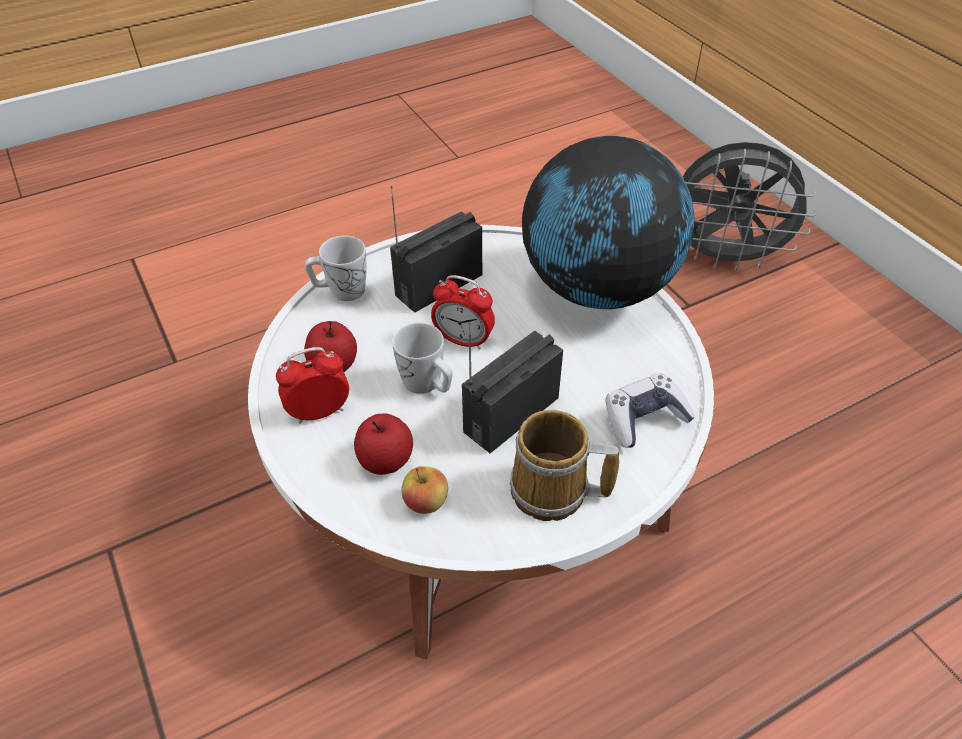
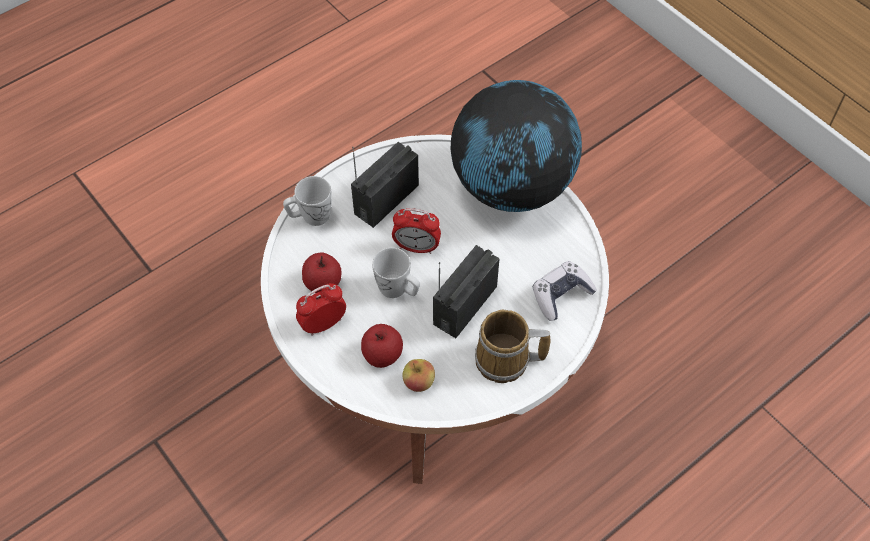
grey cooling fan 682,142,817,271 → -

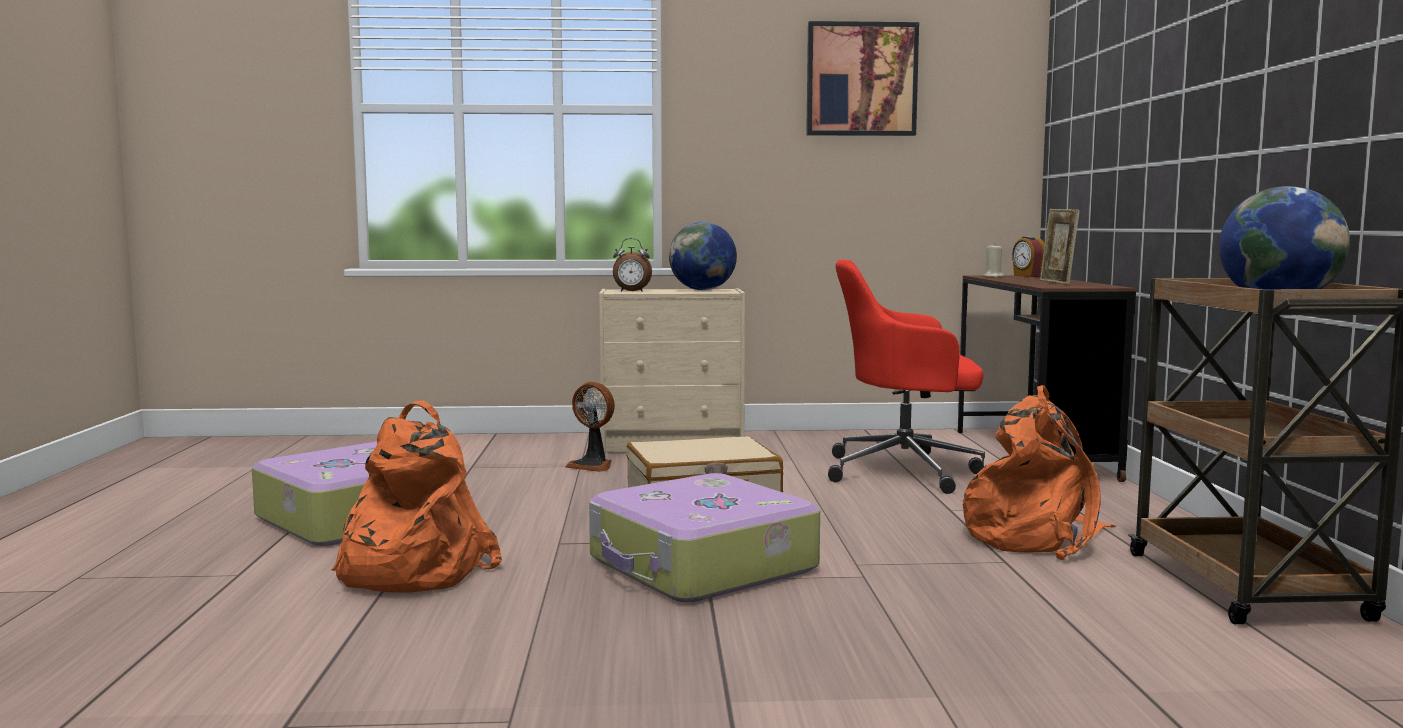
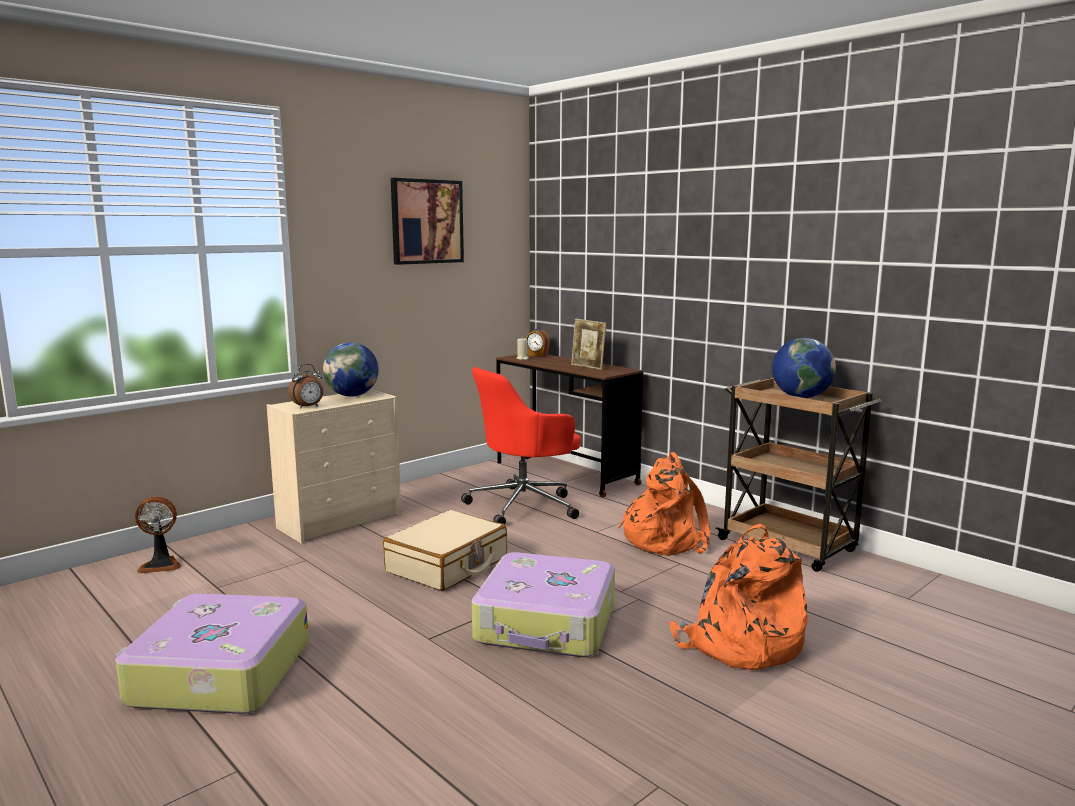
cooling fan 565,382,615,472 → cooling fan 135,497,181,573, move
orange-coloured knapsack 332,400,502,593 → orange-coloured knapsack 669,524,808,670, move

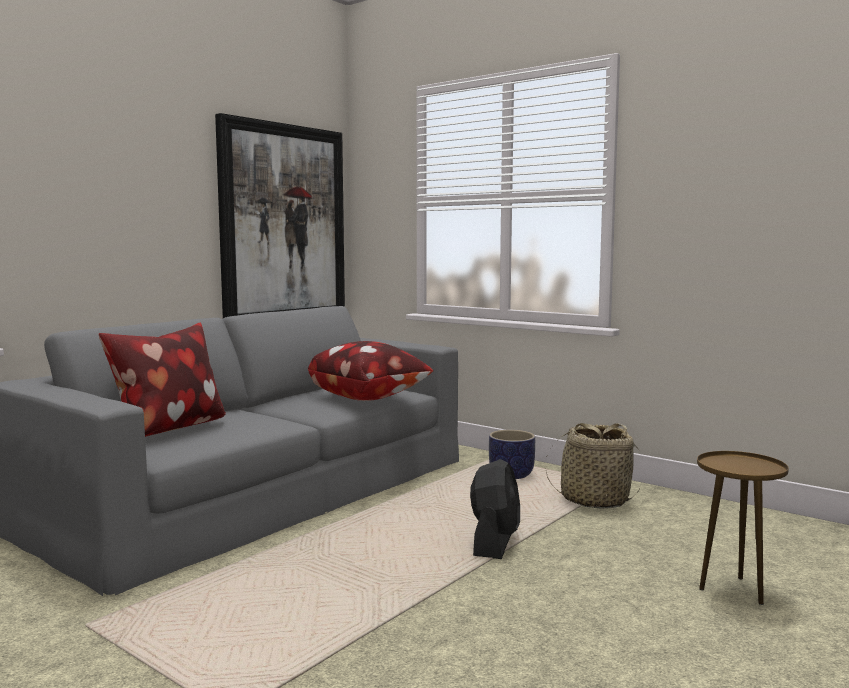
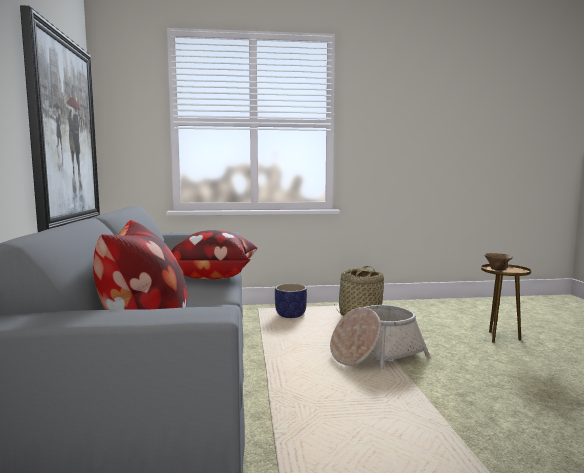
black cooling fan 470,459,520,559 → household basket 330,305,430,369
- → brown bowl 484,253,513,270

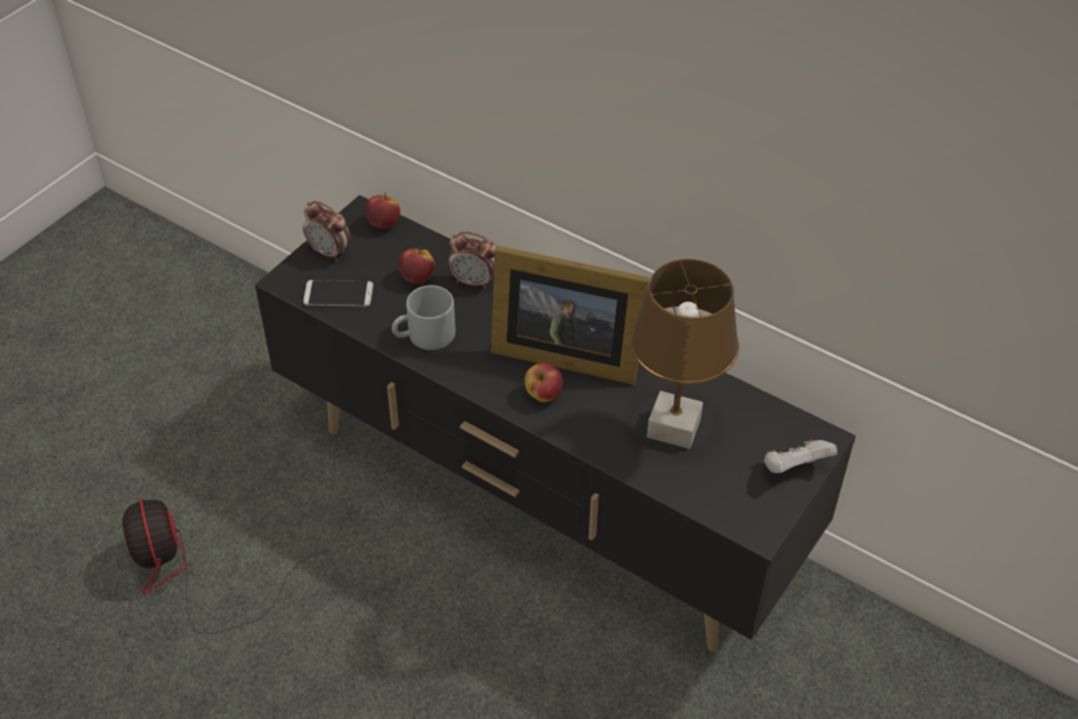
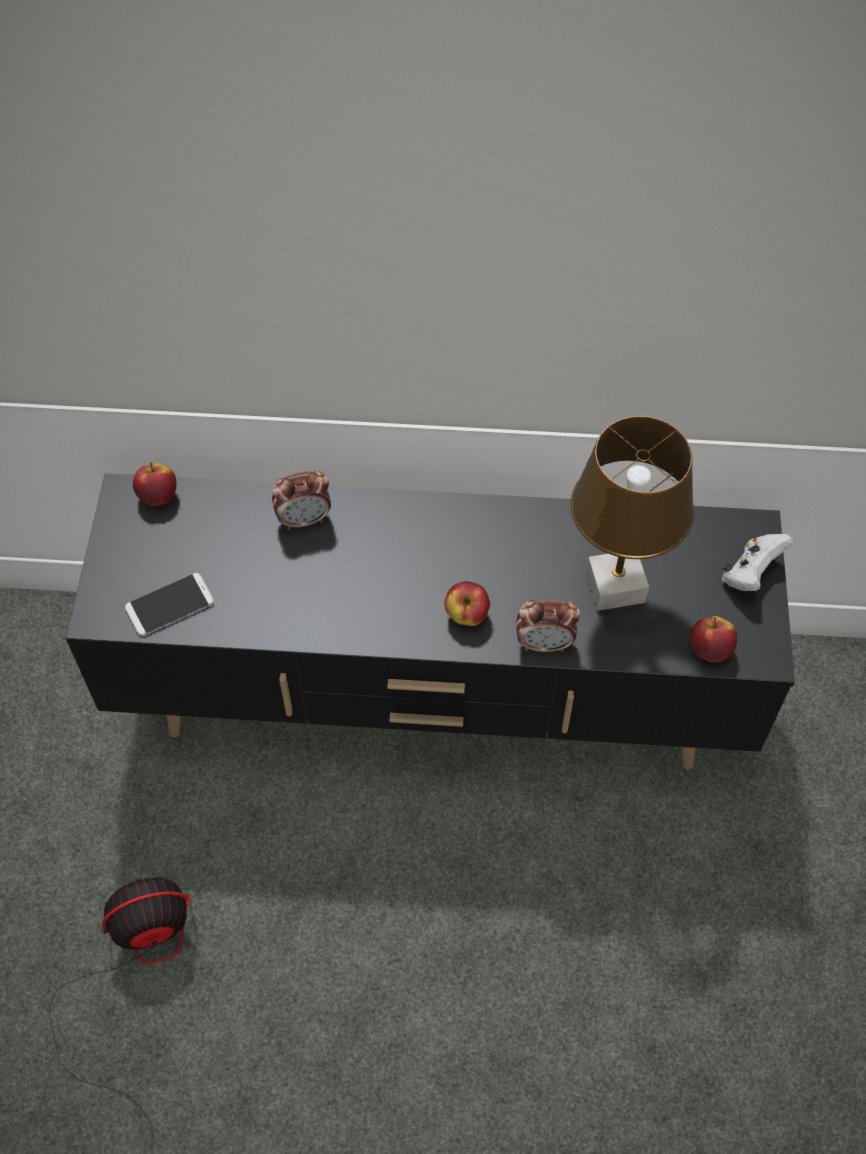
alarm clock 303,201,351,261 → alarm clock 516,600,580,652, move
picture frame 490,246,649,385 → -
apple fruit 398,247,435,284 → apple fruit 691,616,737,662, move
grey tea mug 392,285,455,350 → -
cooling fan 123,498,330,634 → cooling fan 48,877,191,1144, 120 degrees clockwise

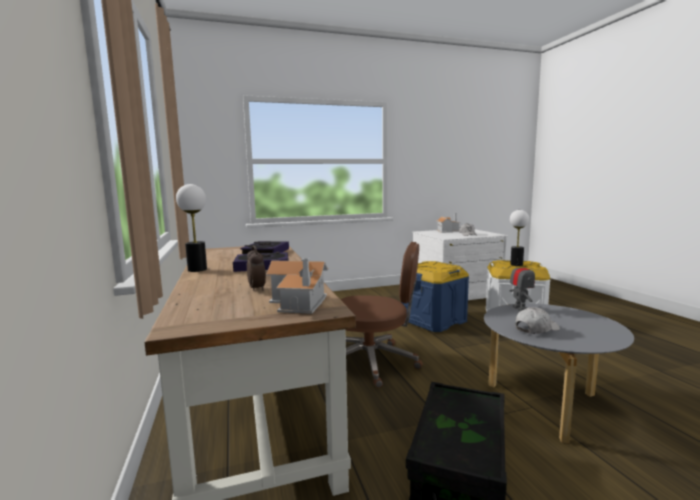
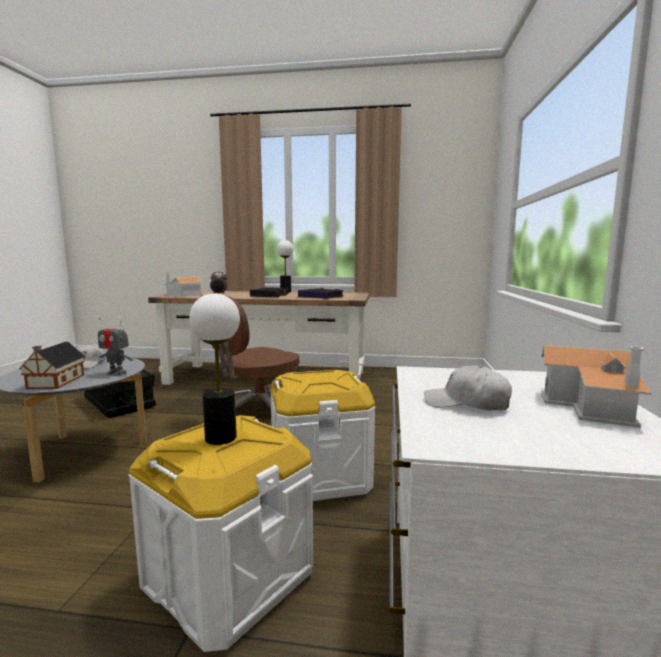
blue storage bin 401,261,469,332 → white-coloured storage bin 270,370,376,501
- → toy house 19,342,85,389

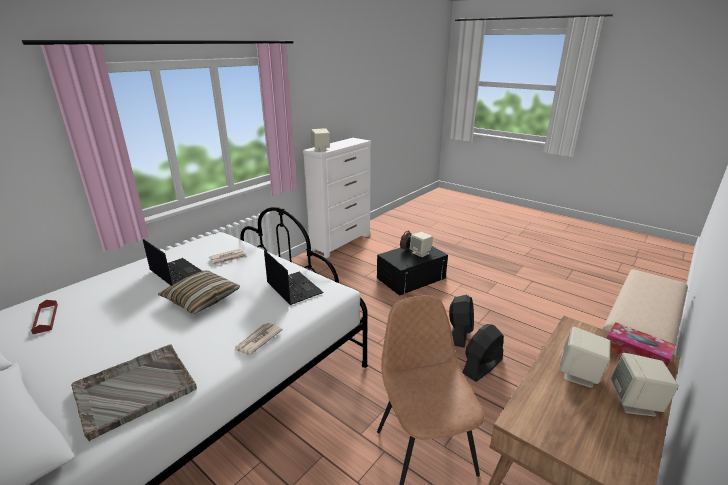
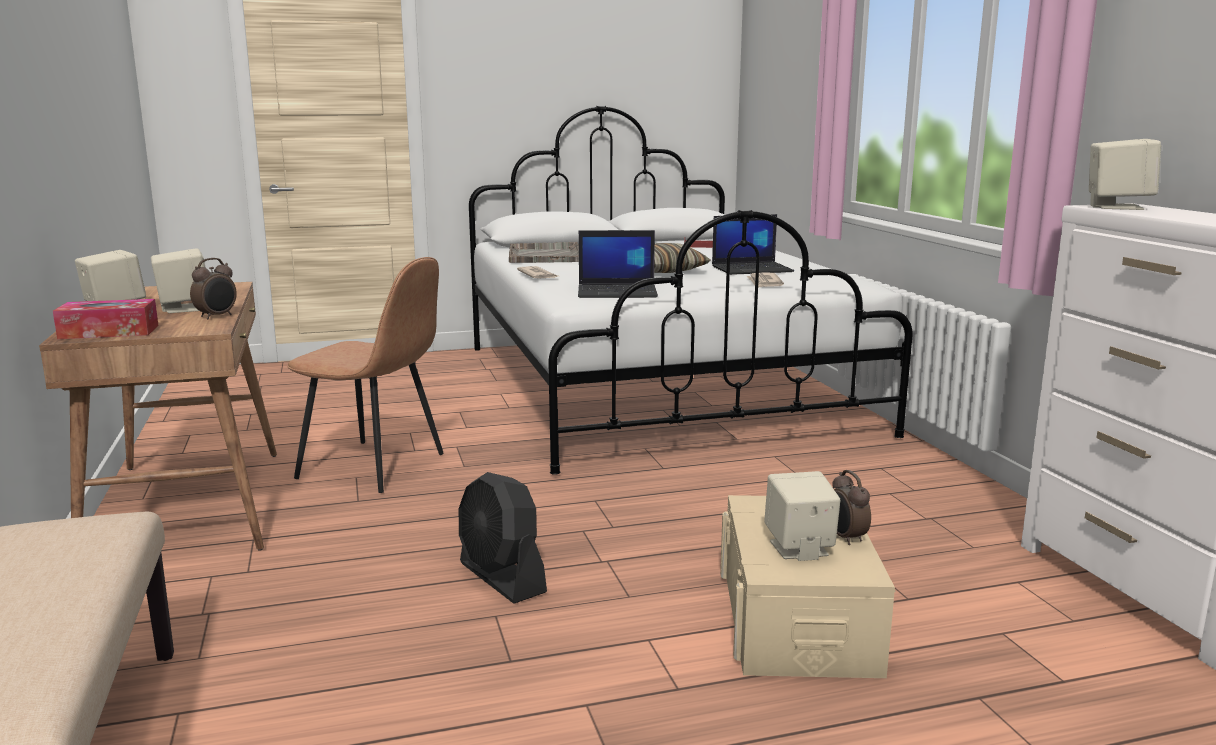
black storage bin 377,246,448,296 → sand-coloured storage bin 720,495,895,678
black cooling fan 462,324,504,382 → -
- → alarm clock 190,258,237,319

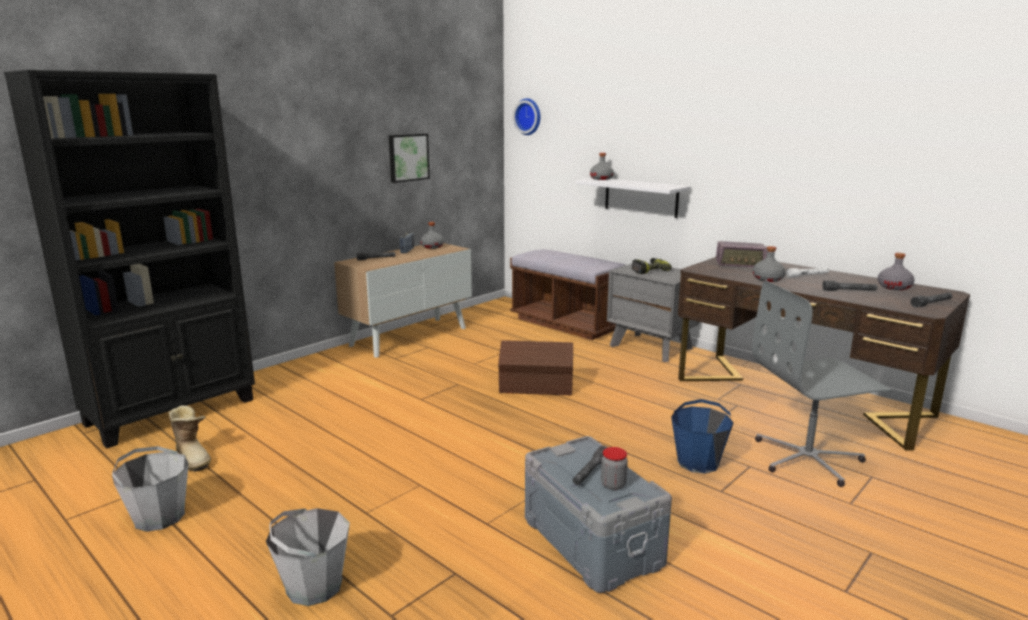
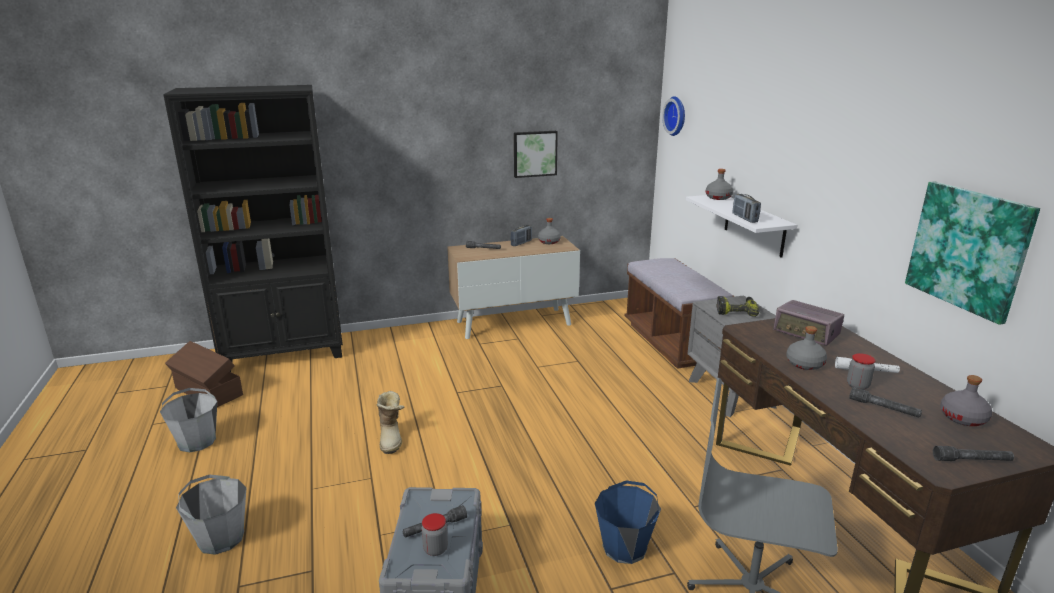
brown storage bin 498,340,573,395 → brown storage bin 165,341,243,407, move
high-top boot 168,405,211,472 → high-top boot 377,391,404,454, move
- → wall picture 905,181,1040,325
- → radio set 733,194,761,223
- → storage jar 847,353,876,390

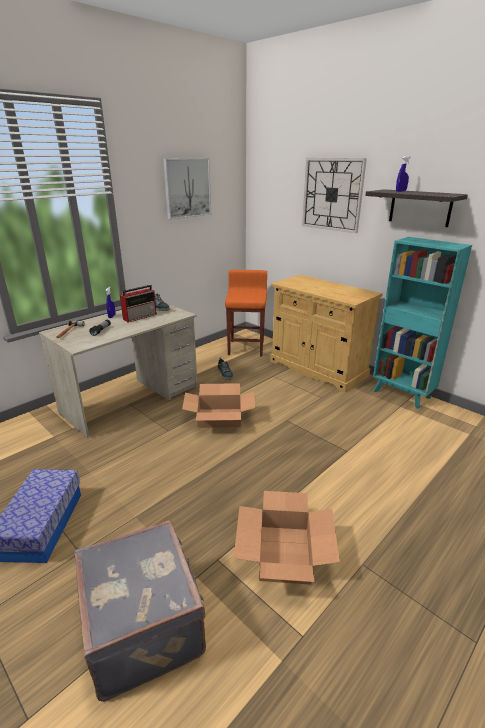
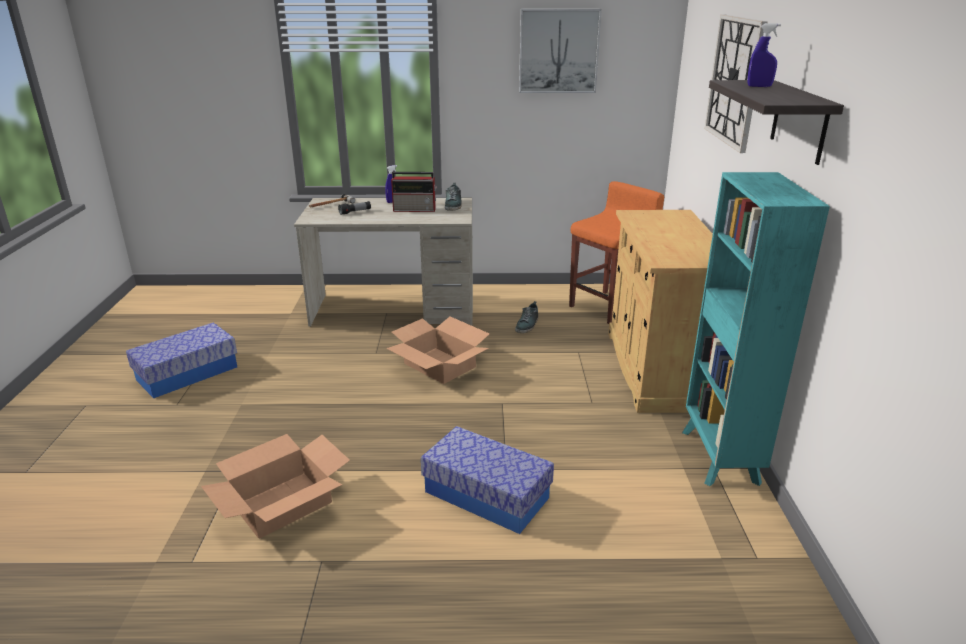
grey piece of luggage 75,520,206,702 → -
- → storage bin 421,426,554,534

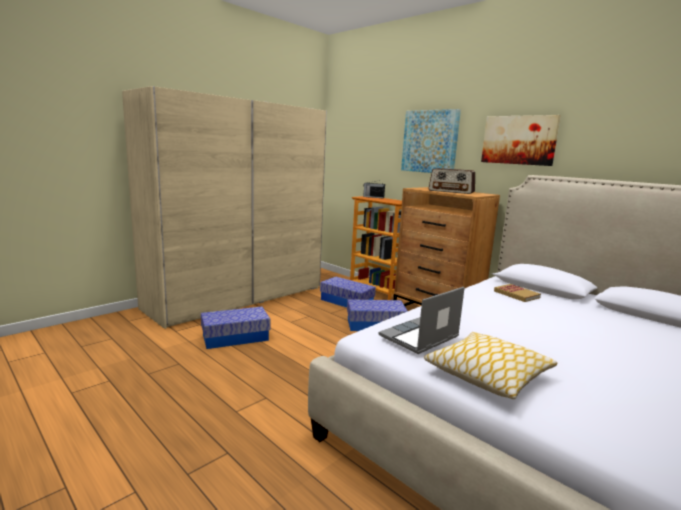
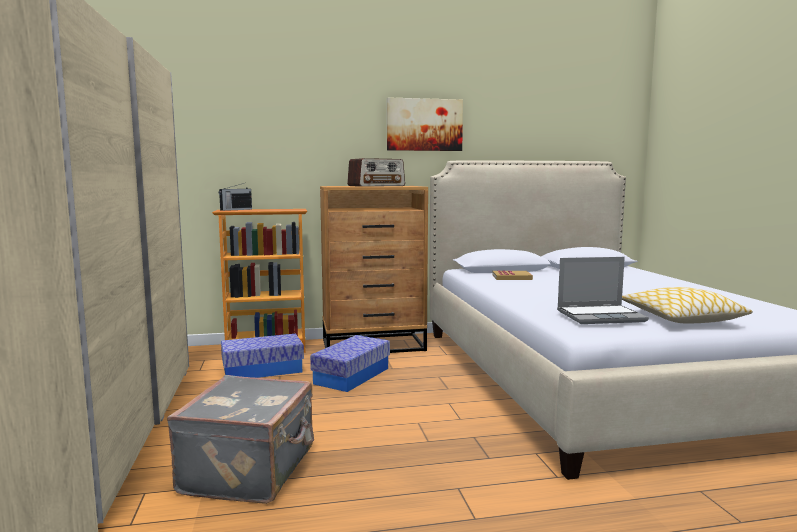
wall picture 401,109,461,173 → -
portable computer 379,287,465,354 → portable computer 557,257,649,324, 90 degrees counterclockwise
storage bin 201,307,270,349 → grey piece of luggage 167,375,314,504

